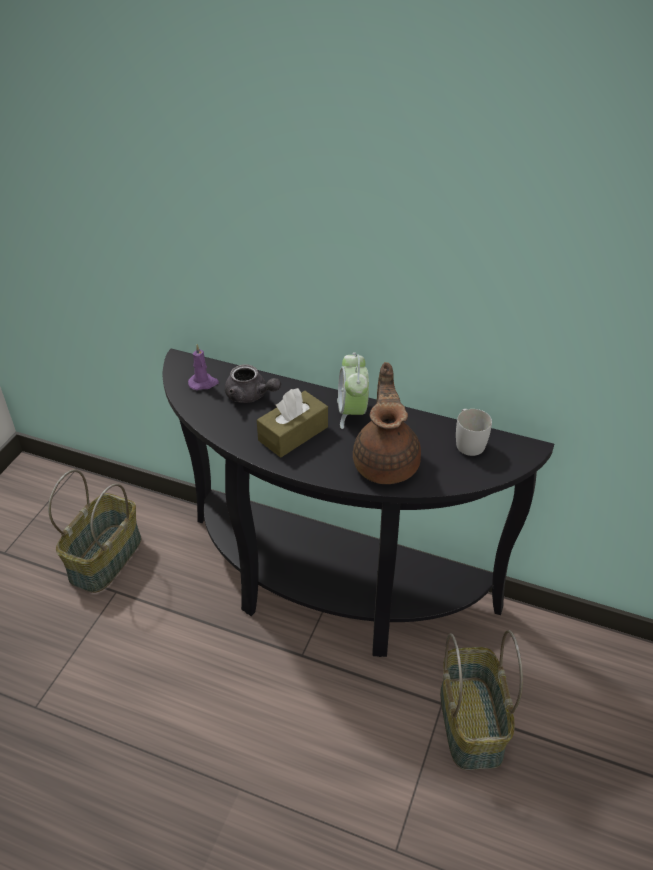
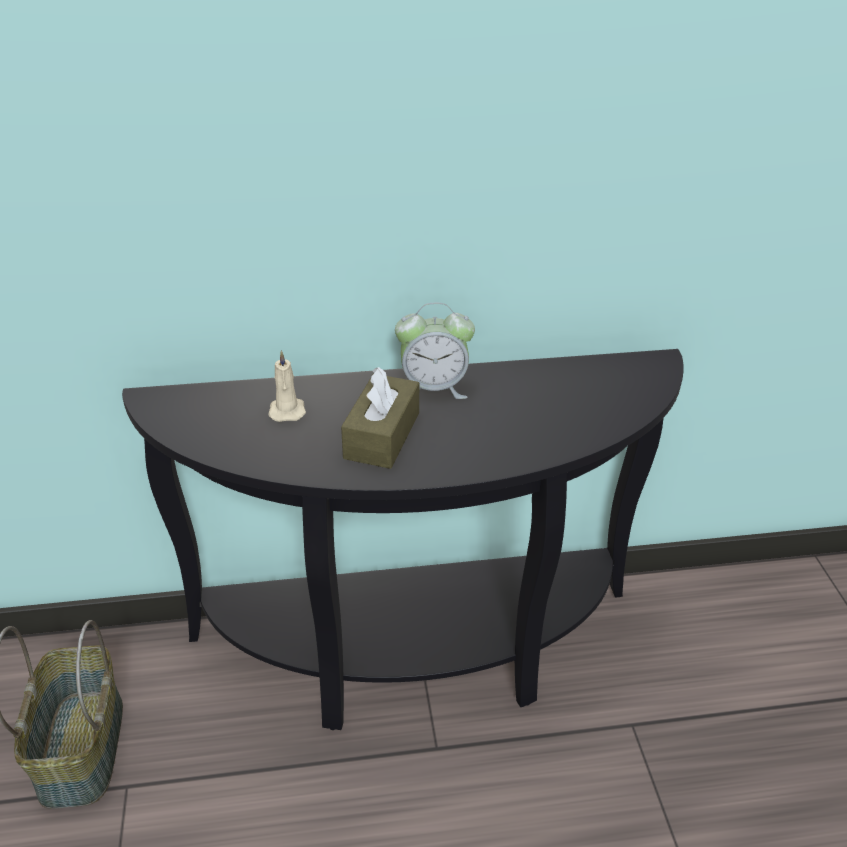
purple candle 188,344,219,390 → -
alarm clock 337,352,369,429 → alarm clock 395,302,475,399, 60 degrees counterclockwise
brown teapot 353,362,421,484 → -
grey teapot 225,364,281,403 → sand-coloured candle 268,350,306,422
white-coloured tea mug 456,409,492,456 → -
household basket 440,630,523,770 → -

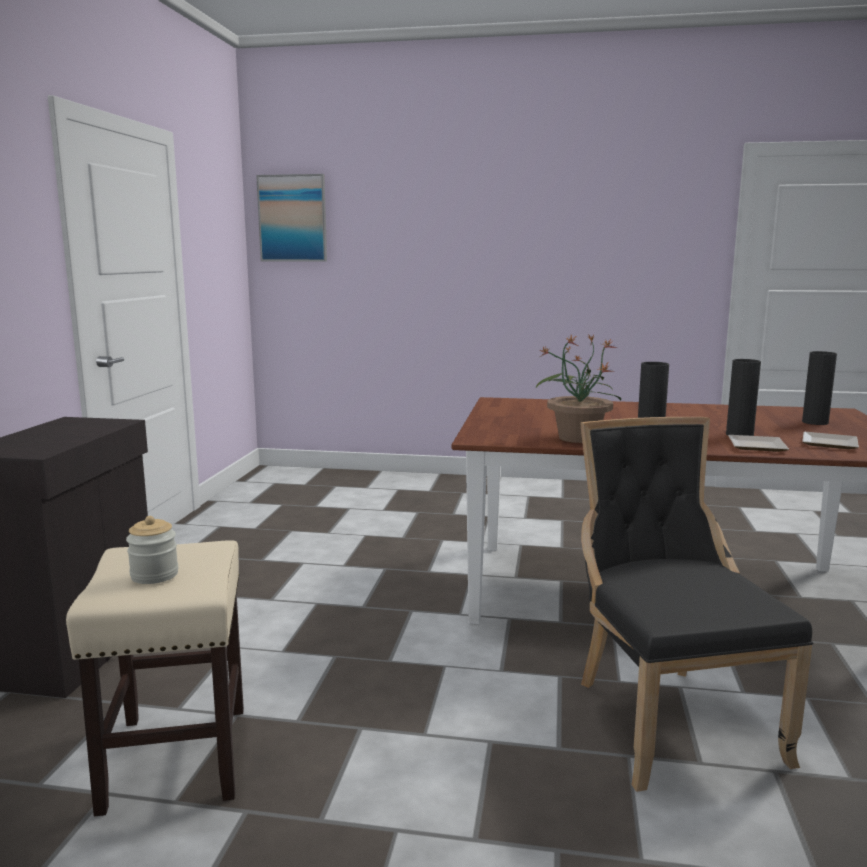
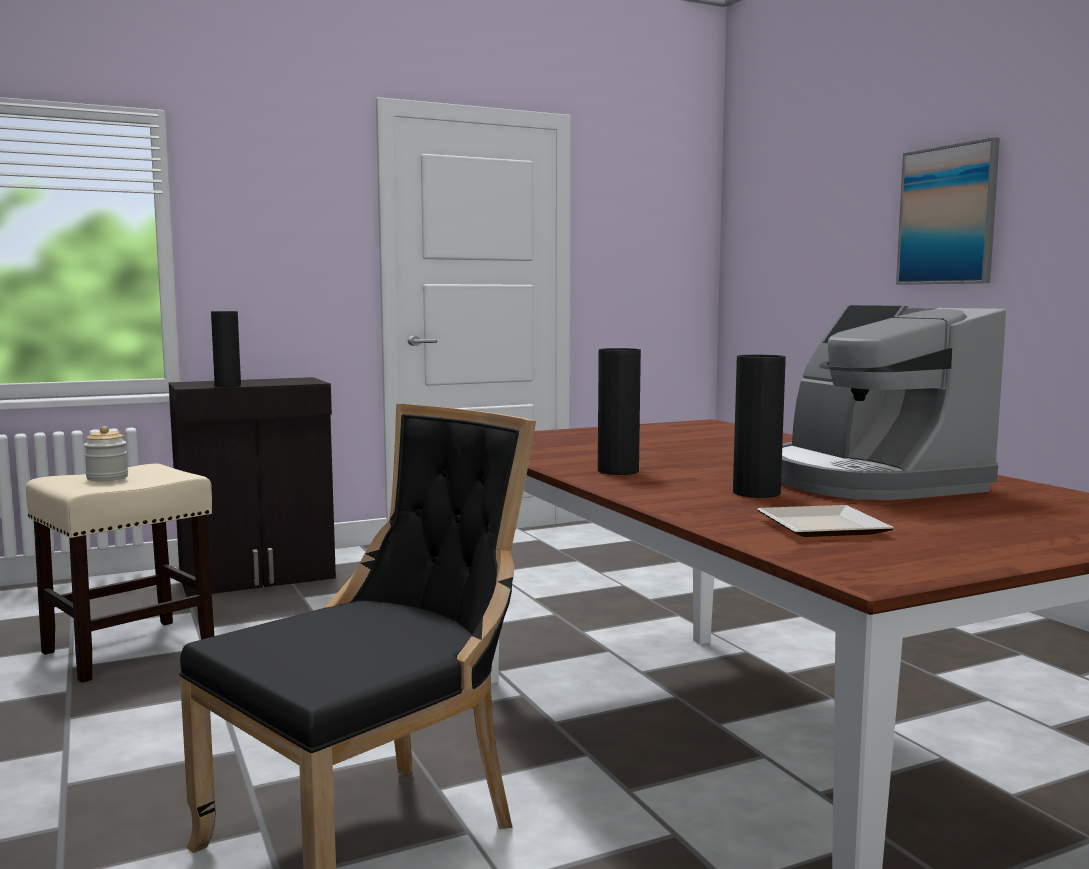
wall picture 256,174,327,262 → wall picture 896,137,1000,285, move
potted plant 536,334,621,443 → -
black vase 802,351,837,425 → black vase 211,311,241,387, move
flat dish 728,435,789,452 → -
- → coffee brewer 781,305,1006,500

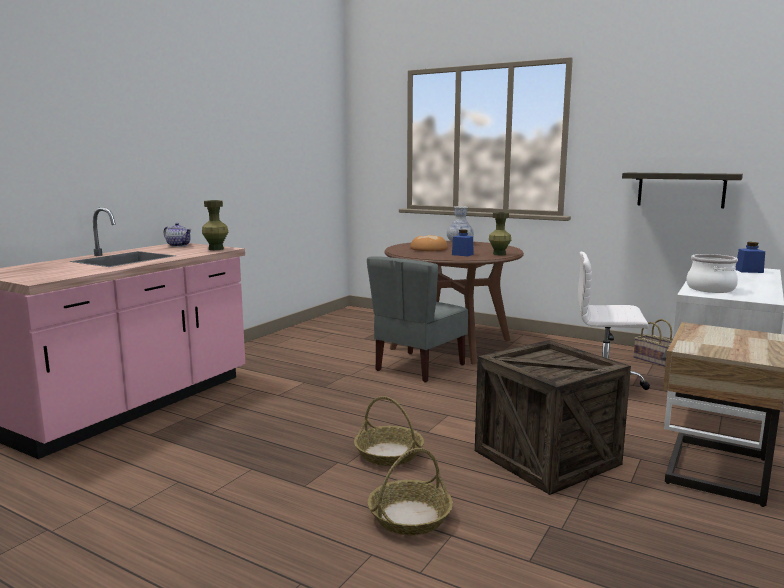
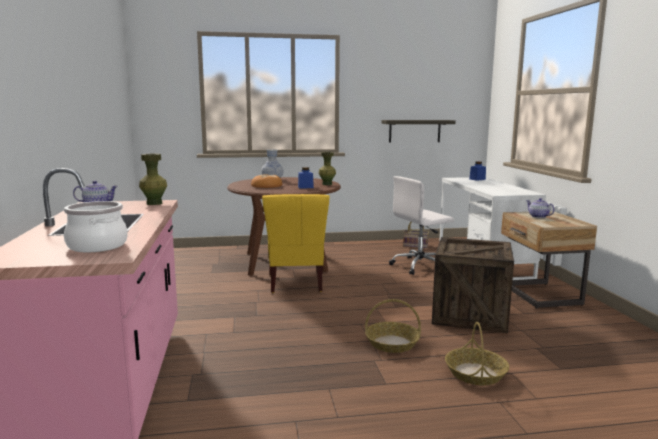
stockpot 686,254,738,293 → stockpot 64,201,128,252, move
grey upright chair 367,256,468,382 → yellowish upright chair 262,194,330,293
- → teapot 526,198,555,218

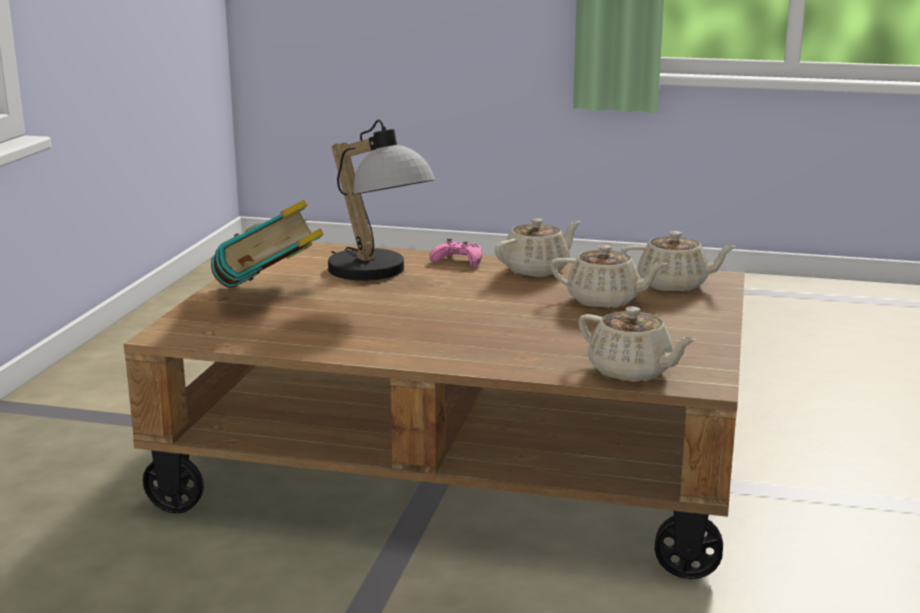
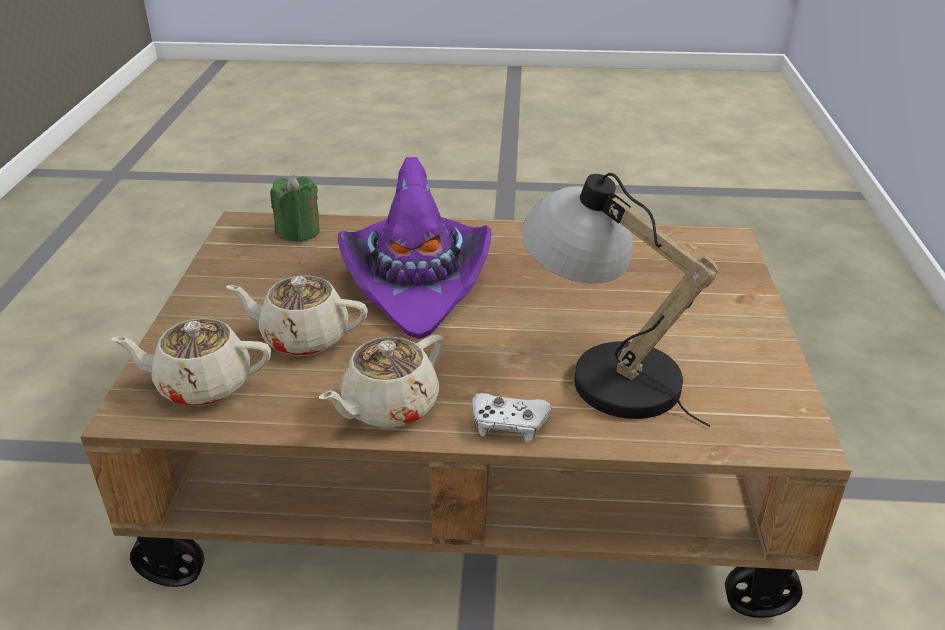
bound book 211,199,323,288 → -
pink-coloured game controller 429,238,482,267 → white-coloured game controller 472,393,551,442
sand-coloured teapot 578,306,696,382 → green candle 270,174,320,242
- → purple clothing hat 338,157,492,339

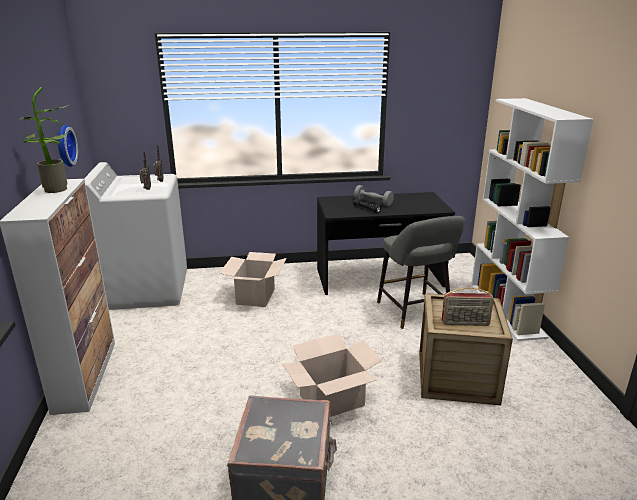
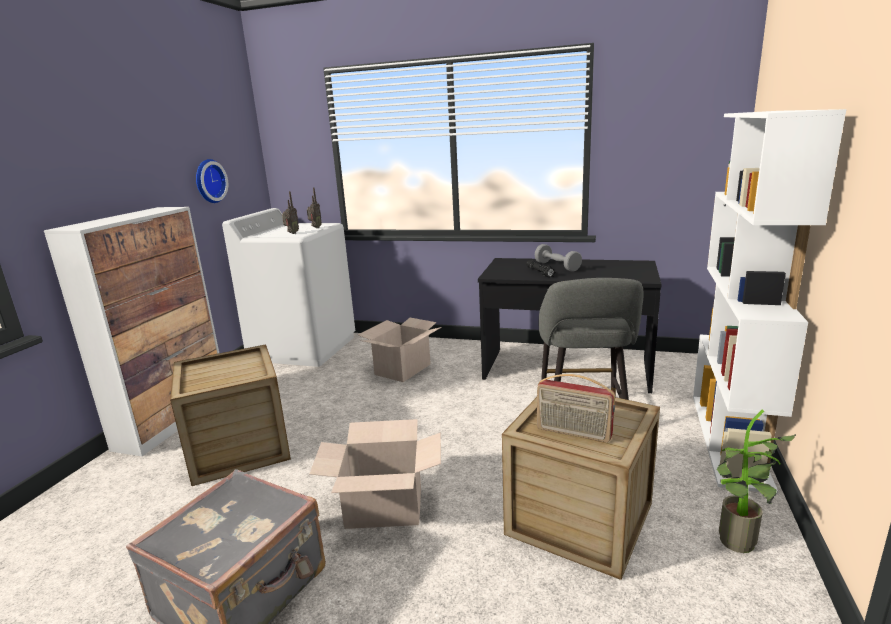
potted plant 17,87,70,193 → potted plant 717,409,796,553, move
- → shipping crate 170,344,291,486

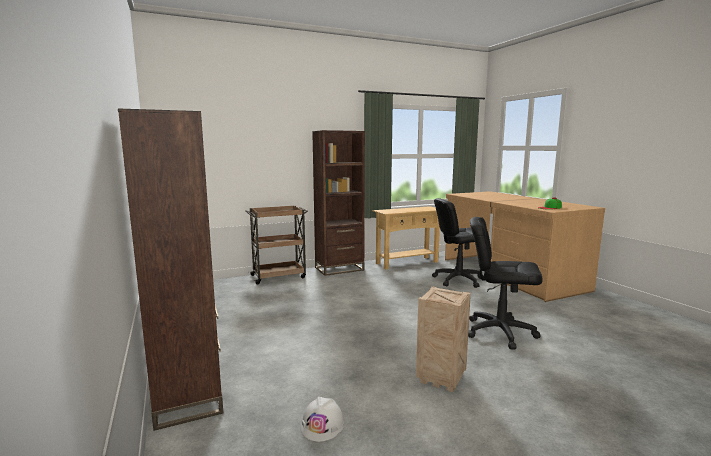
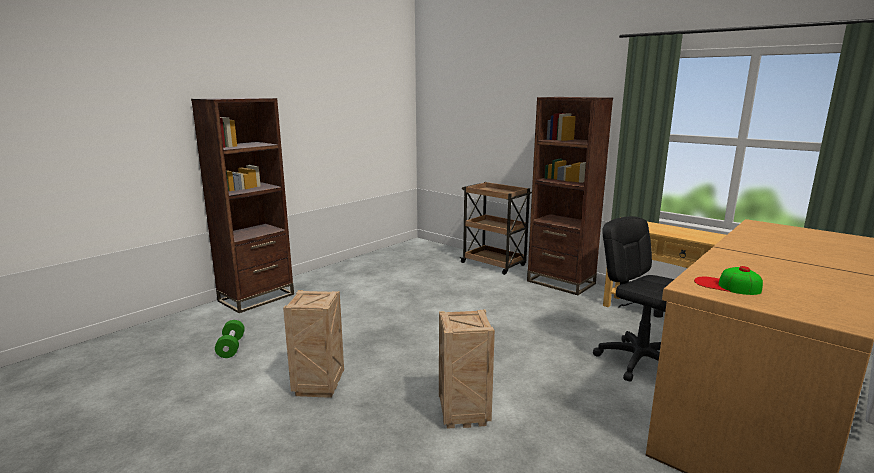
black office chair 468,217,543,349 → shipping crate 439,309,495,429
white-coloured work helmet 300,397,344,442 → green hand weight 215,320,245,358

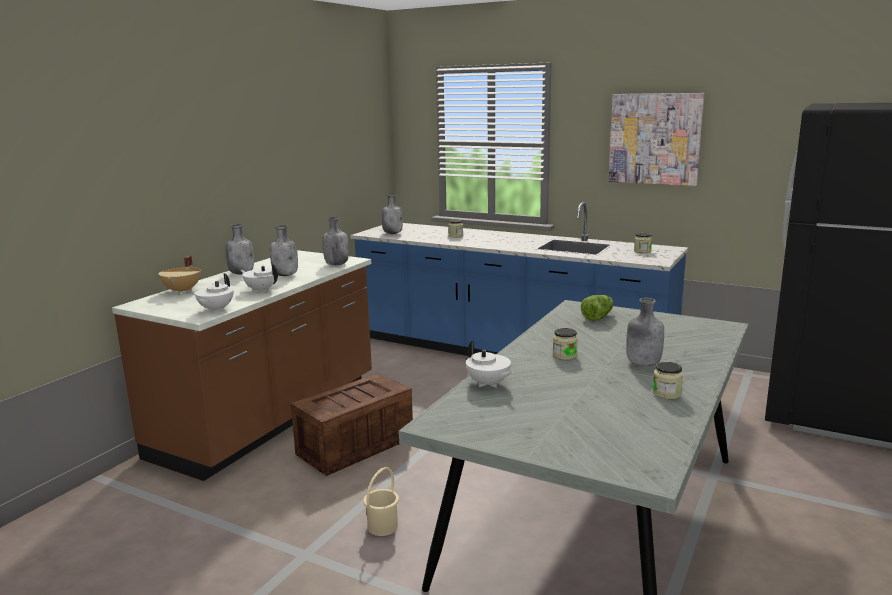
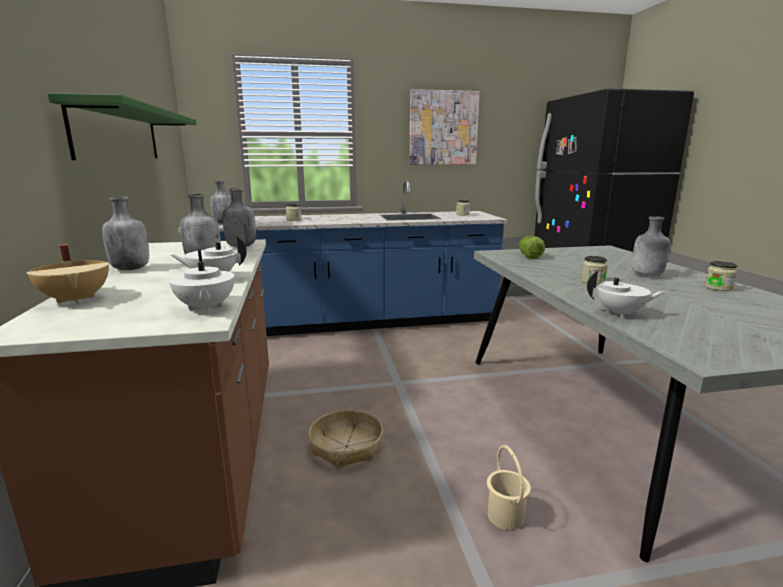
shipping crate 291,373,413,476 → household basket 308,409,383,468
- → green shelf 48,93,197,160

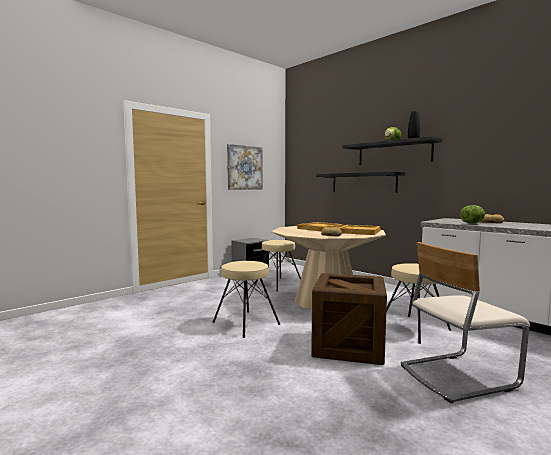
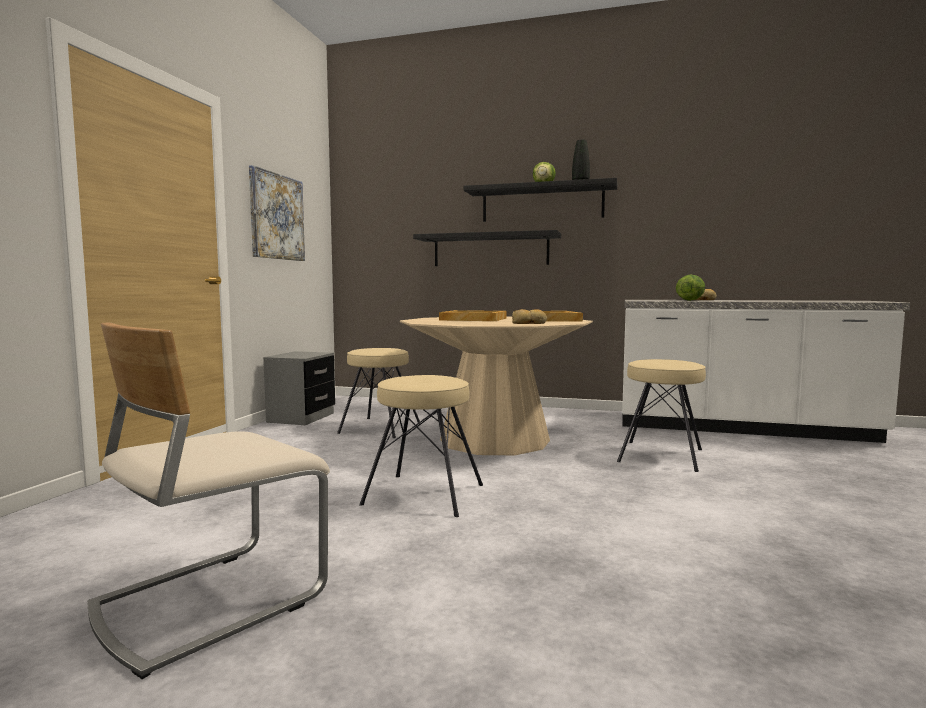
sand-coloured upright chair 401,242,530,403 → sand-coloured upright chair 87,323,330,679, move
shipping crate 311,273,387,365 → -

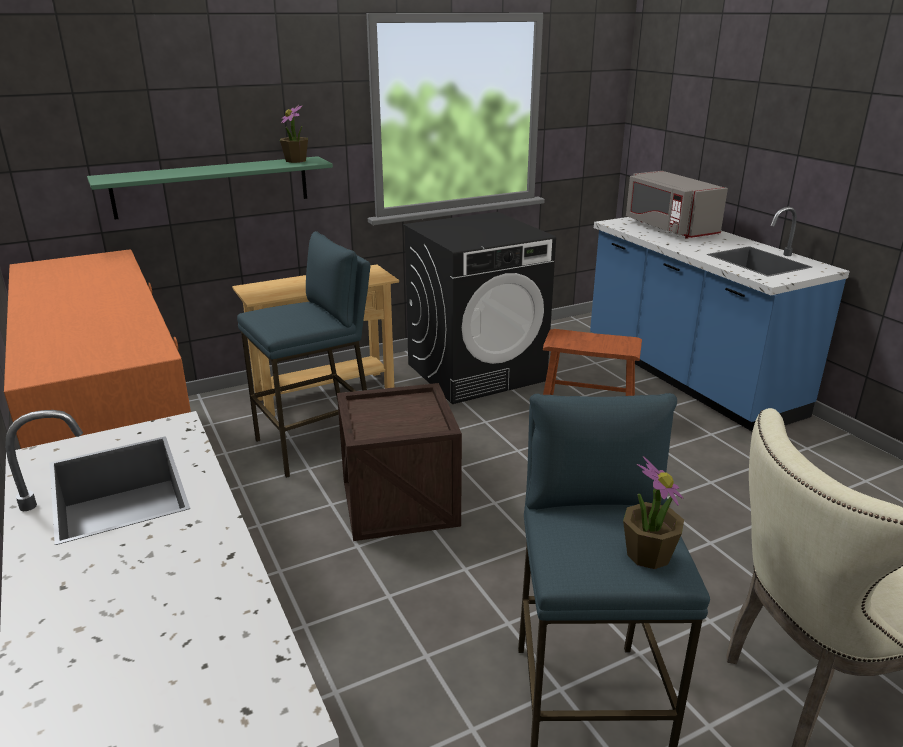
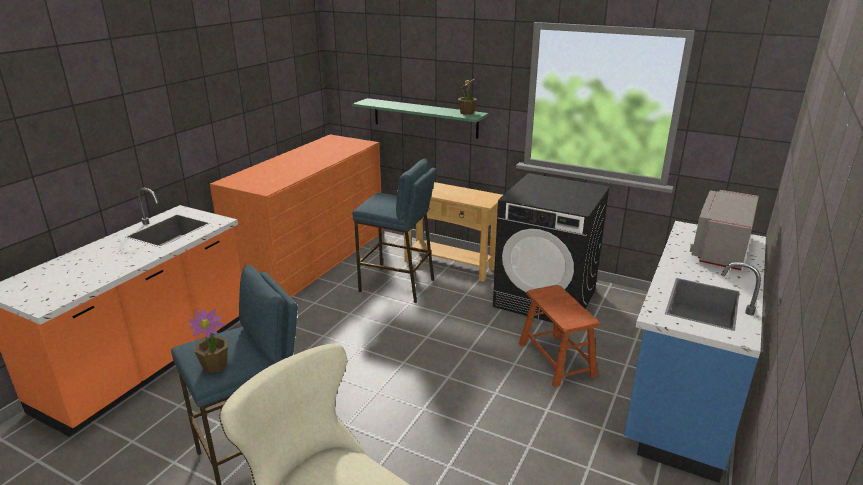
shipping crate 337,383,462,541 → -

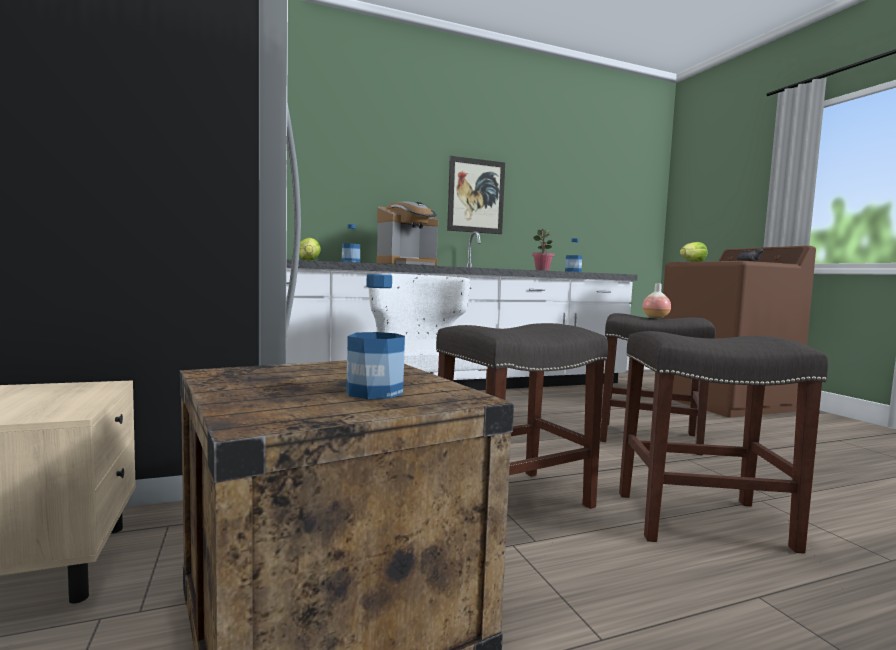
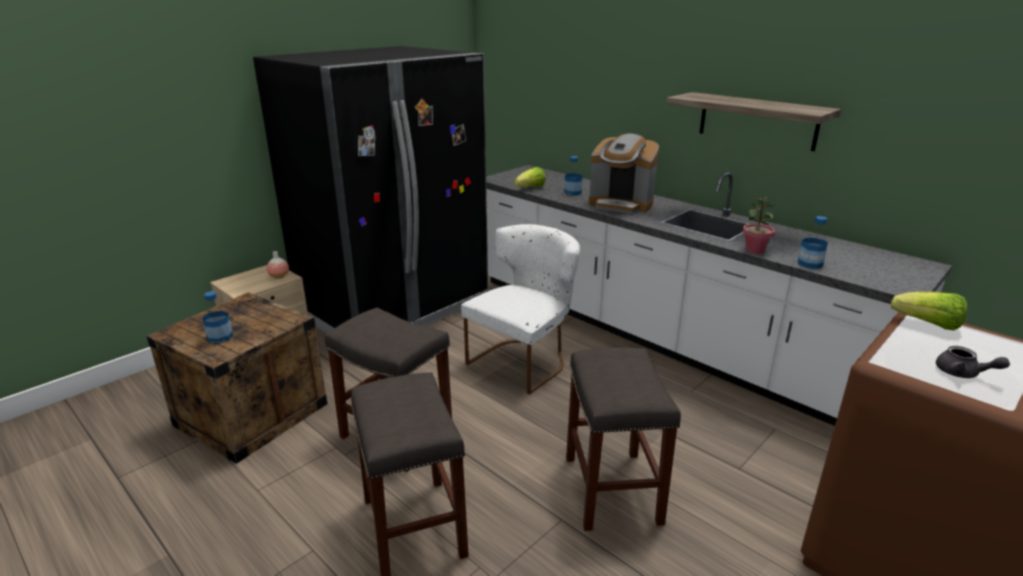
wall picture 447,156,505,234 → shelf 667,92,841,151
vase 642,283,671,318 → vase 267,251,289,279, move

